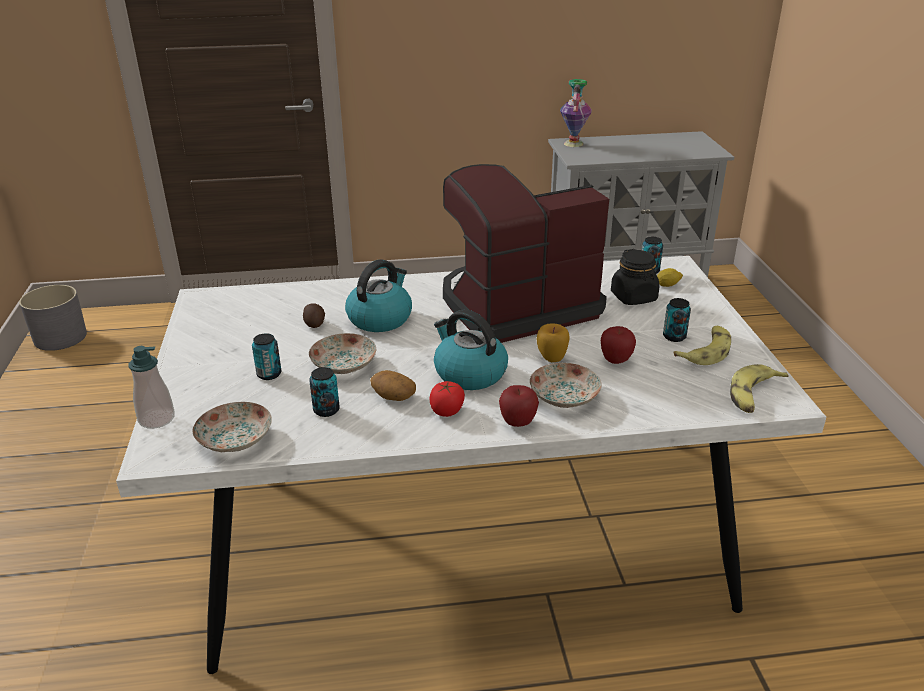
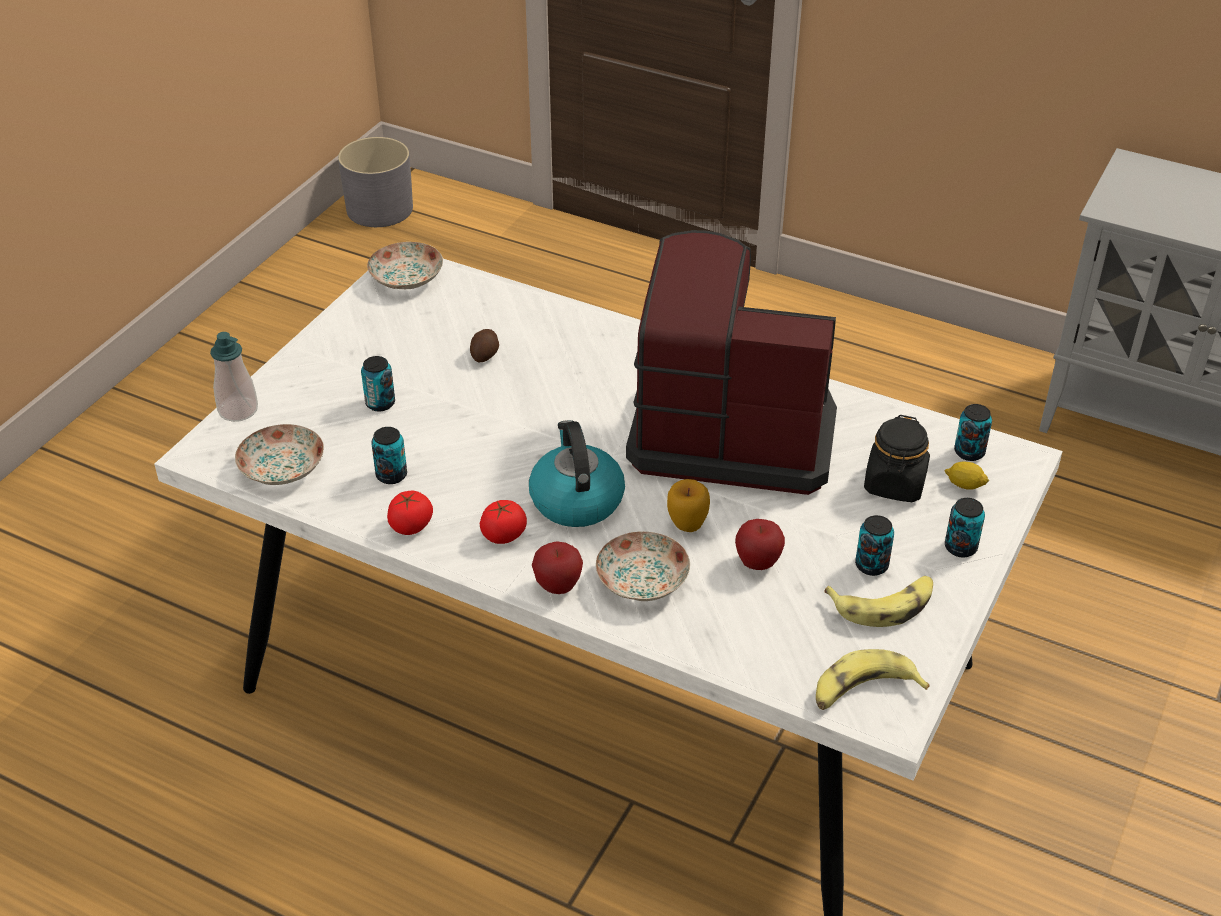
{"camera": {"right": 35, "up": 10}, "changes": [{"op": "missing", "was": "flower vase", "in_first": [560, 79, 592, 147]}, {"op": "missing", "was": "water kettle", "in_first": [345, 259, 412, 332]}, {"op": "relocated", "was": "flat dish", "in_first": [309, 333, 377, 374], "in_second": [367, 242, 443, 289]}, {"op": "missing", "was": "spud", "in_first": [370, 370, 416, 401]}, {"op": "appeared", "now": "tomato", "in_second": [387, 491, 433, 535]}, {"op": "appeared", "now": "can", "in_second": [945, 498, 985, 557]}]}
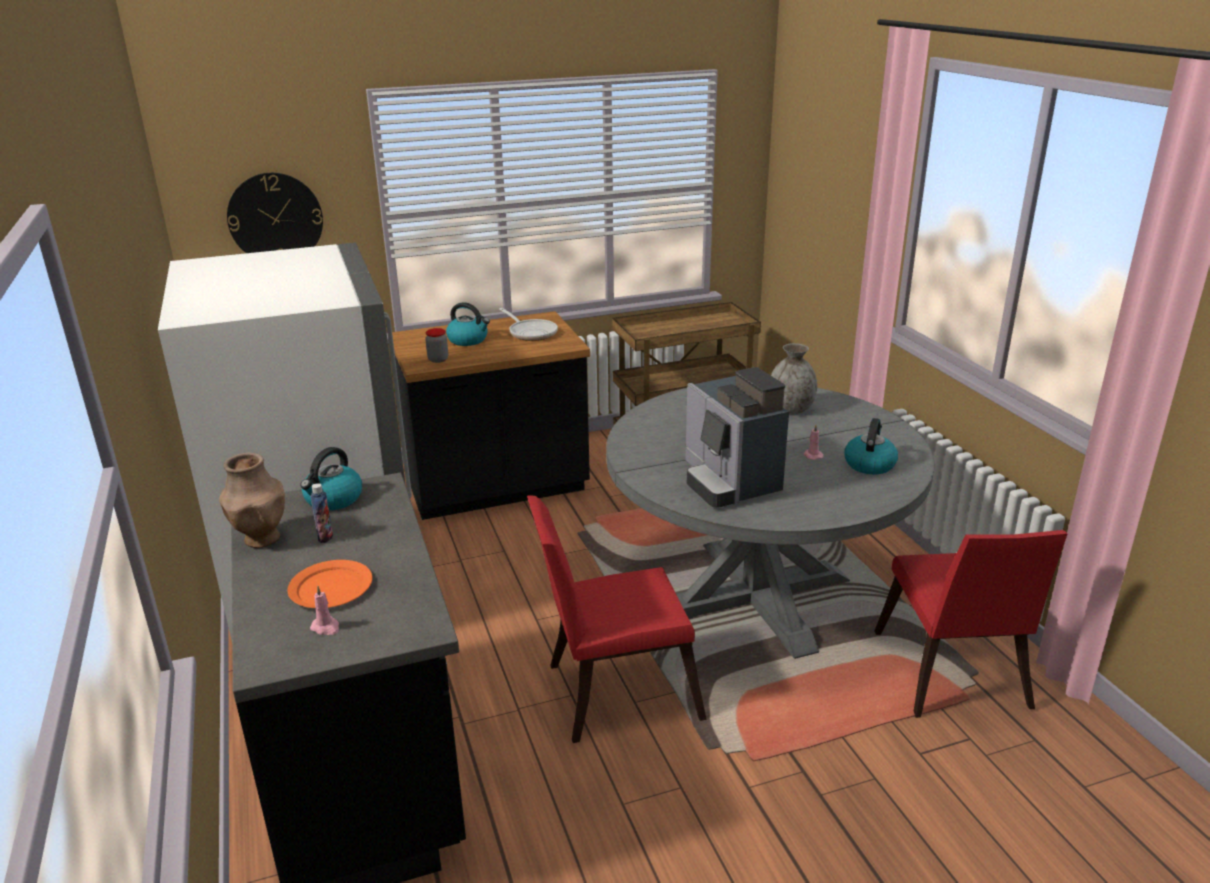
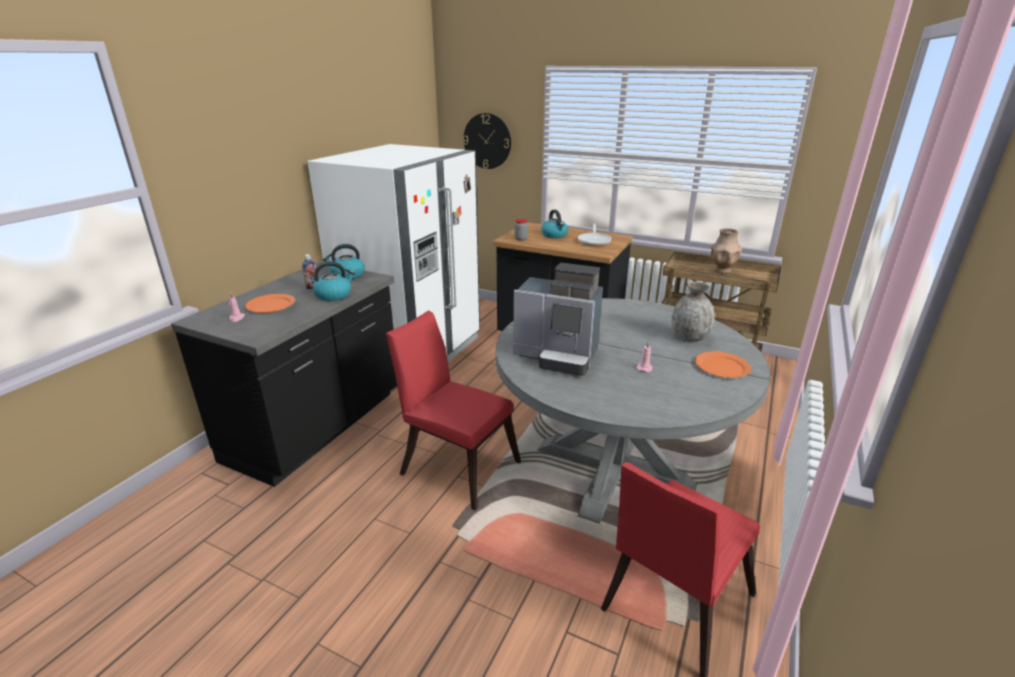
{"camera": {"right": 45, "up": 0}, "changes": [{"op": "spun", "was": "coffee machine", "in_first": [685, 367, 789, 508], "in_second": [513, 263, 603, 376], "clockwise": -90}, {"op": "relocated", "was": "water kettle", "in_first": [844, 418, 898, 474], "in_second": [313, 261, 355, 301]}, {"op": "relocated", "was": "brownish flower vase", "in_first": [219, 452, 285, 548], "in_second": [711, 228, 742, 274]}, {"op": "appeared", "now": "orange-coloured flat dish", "in_second": [695, 351, 751, 378]}]}
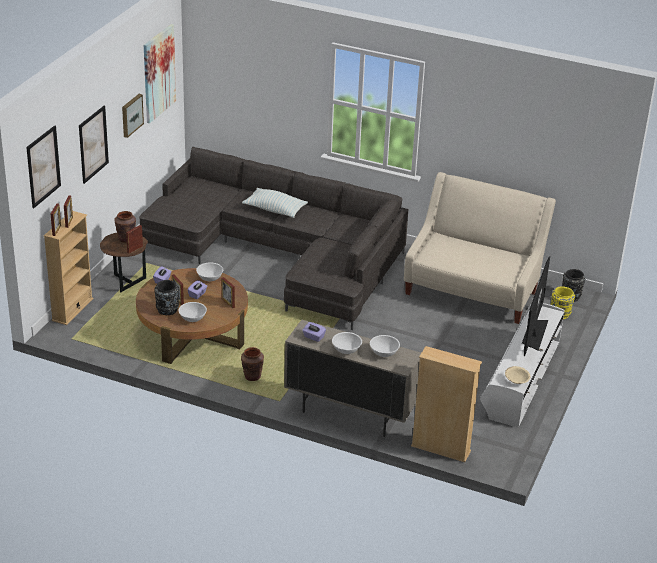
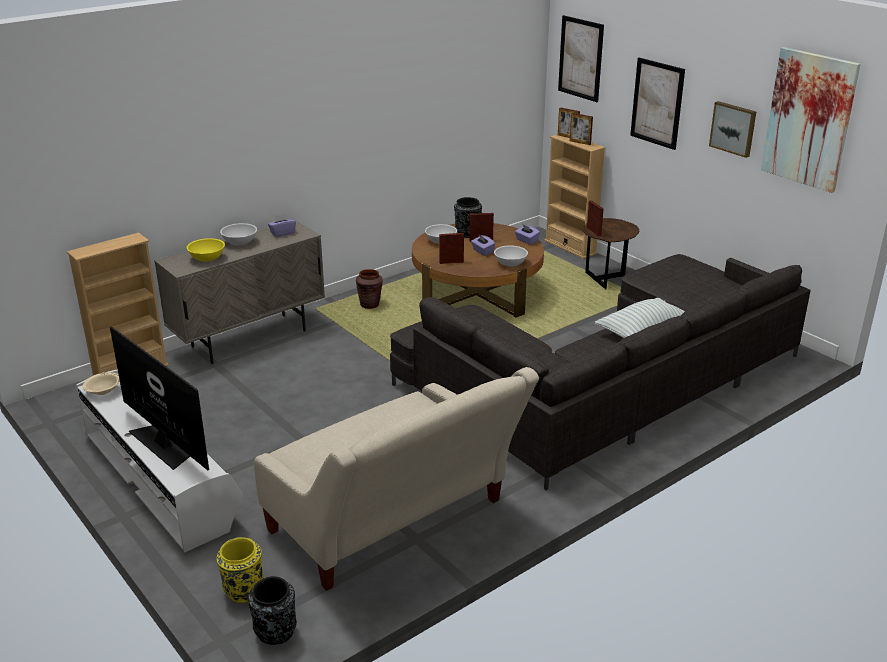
{"camera": {"right": 120, "up": -5}, "changes": [{"op": "missing", "was": "brownish flower vase", "in_first": [114, 211, 136, 243]}, {"op": "colour", "was": "whitish deep dish", "now": "yellow-coloured deep dish", "in_first": [370, 335, 400, 357], "in_second": [187, 238, 225, 262]}]}
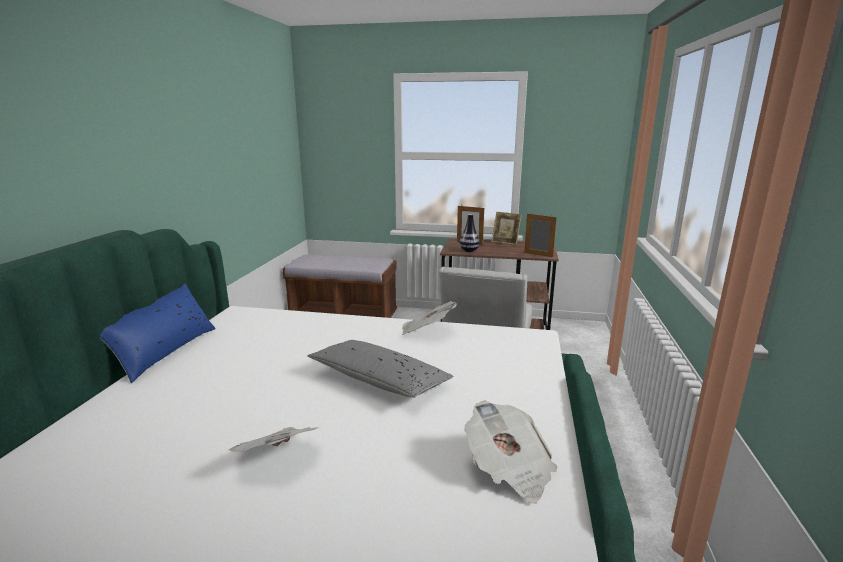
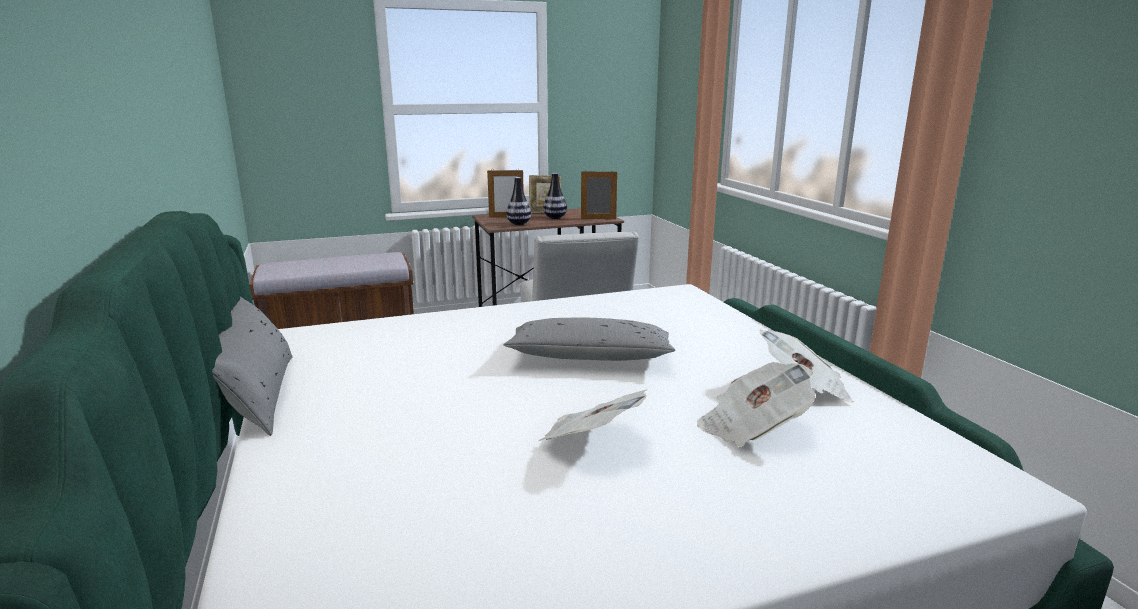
{"camera": {"right": -30, "up": 0}, "changes": [{"op": "colour", "was": "bluish cushion", "now": "grey cushion", "in_first": [99, 284, 216, 383], "in_second": [212, 296, 293, 436]}, {"op": "relocated", "was": "newspaper", "in_first": [402, 301, 457, 335], "in_second": [697, 362, 815, 447]}, {"op": "appeared", "now": "flower vase", "in_second": [543, 173, 567, 219]}]}
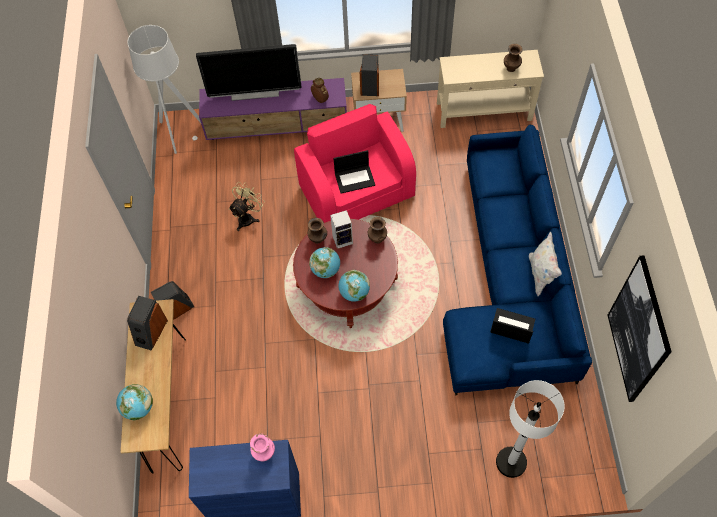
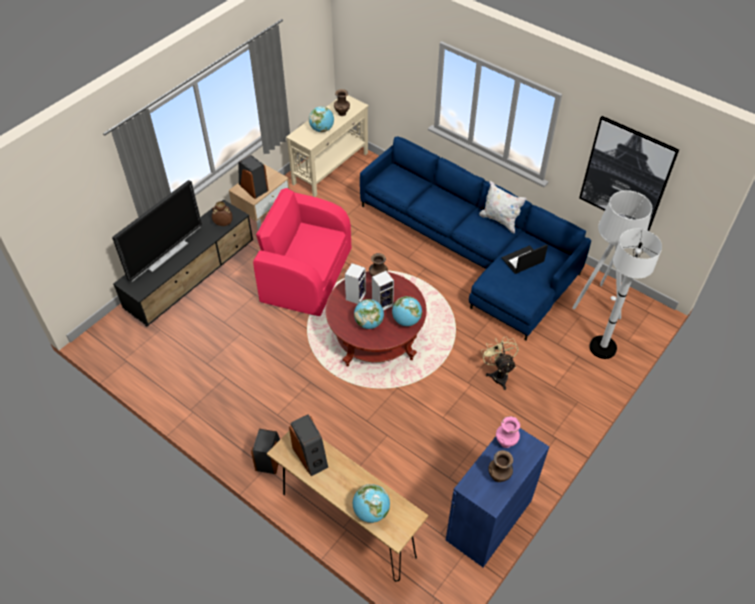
{"camera": {"right": -50, "up": -10}, "changes": [{"op": "relocated", "was": "grey floor lamp", "in_first": [127, 25, 201, 154], "in_second": [572, 190, 652, 320]}, {"op": "colour", "was": "purple media console", "now": "black media console", "in_first": [199, 78, 347, 140], "in_second": [113, 199, 253, 326]}, {"op": "missing", "was": "notebook computer", "in_first": [333, 150, 375, 194]}, {"op": "relocated", "was": "beige fan", "in_first": [229, 182, 265, 231], "in_second": [481, 336, 518, 390]}, {"op": "relocated", "was": "brownish flower vase", "in_first": [308, 218, 327, 244], "in_second": [488, 450, 513, 482]}, {"op": "appeared", "now": "world globe", "in_second": [309, 106, 334, 132]}, {"op": "appeared", "now": "loudspeaker", "in_second": [372, 271, 394, 311]}]}
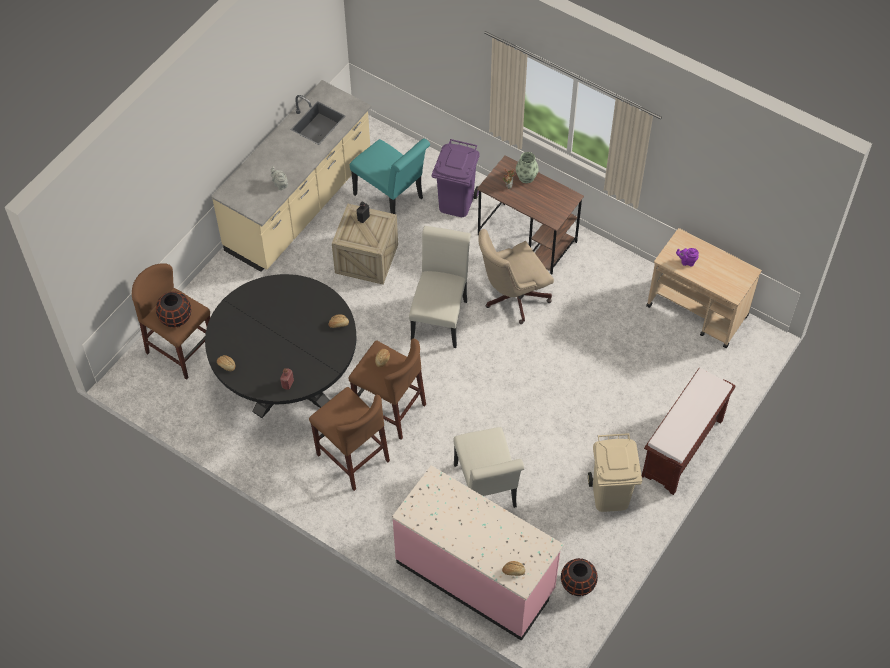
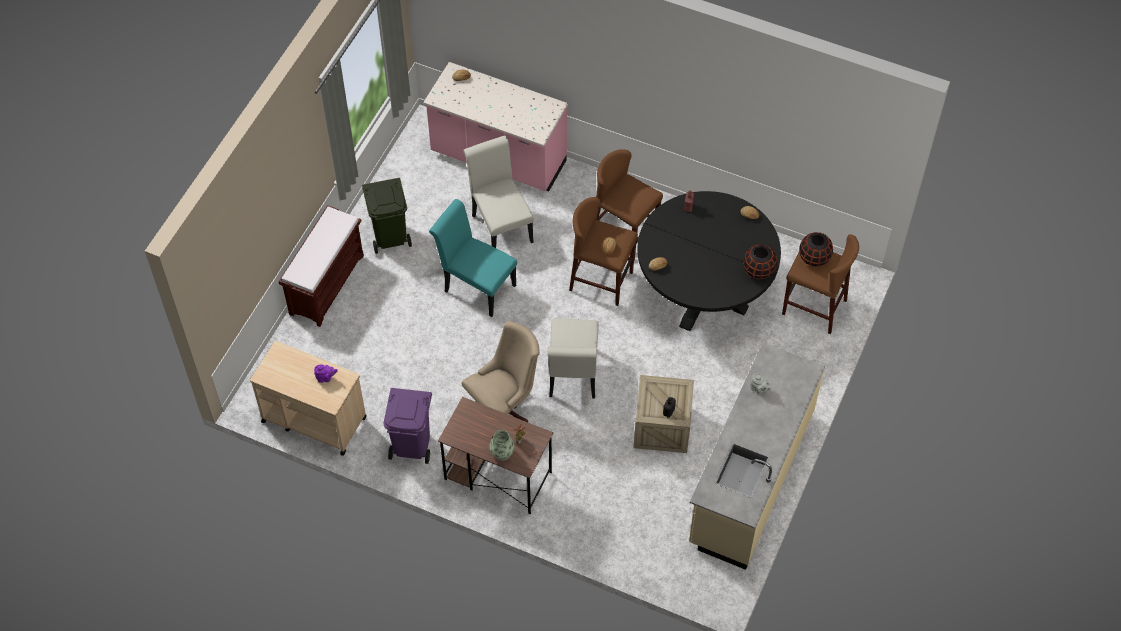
{"camera": {"right": 170, "up": 0}, "changes": [{"op": "relocated", "was": "blue-green upright chair", "in_first": [350, 139, 430, 214], "in_second": [429, 199, 517, 317]}, {"op": "relocated", "was": "purple waste bin", "in_first": [432, 139, 480, 217], "in_second": [383, 388, 432, 464]}, {"op": "colour", "was": "beige waste bin", "now": "greenish waste bin", "in_first": [588, 433, 642, 512], "in_second": [362, 178, 412, 254]}, {"op": "relocated", "was": "black flower vase", "in_first": [561, 558, 598, 596], "in_second": [743, 244, 777, 279]}]}
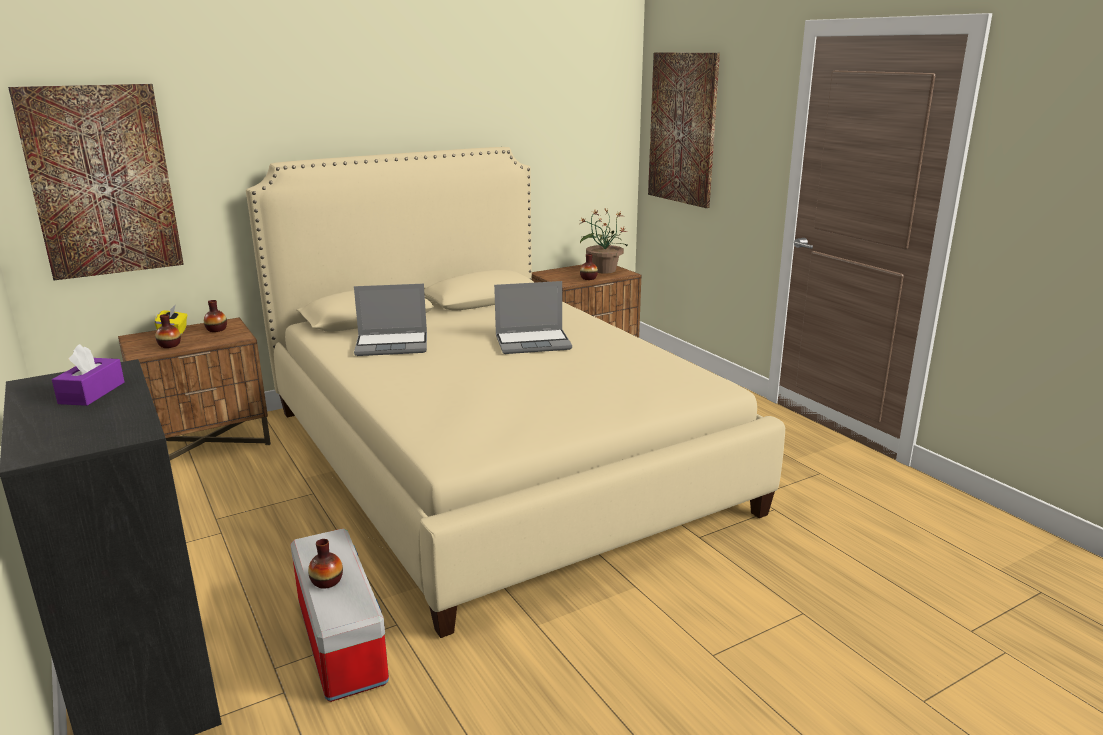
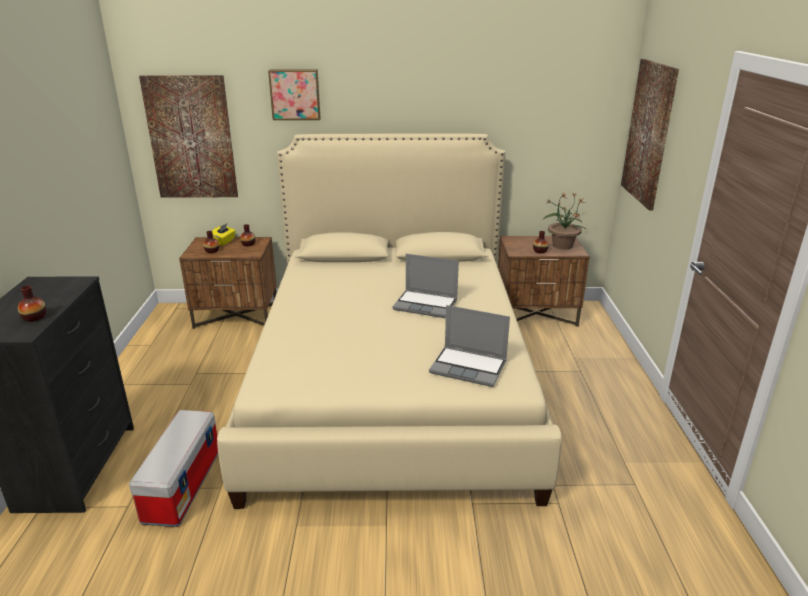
{"camera": {"right": 30, "up": 5}, "changes": [{"op": "relocated", "was": "notebook computer", "in_first": [354, 284, 427, 356], "in_second": [429, 305, 510, 387]}, {"op": "missing", "was": "purple tissue box", "in_first": [52, 344, 124, 406]}, {"op": "relocated", "was": "flower vase", "in_first": [308, 539, 343, 589], "in_second": [18, 285, 46, 322]}, {"op": "appeared", "now": "wall picture", "in_second": [268, 69, 321, 120]}]}
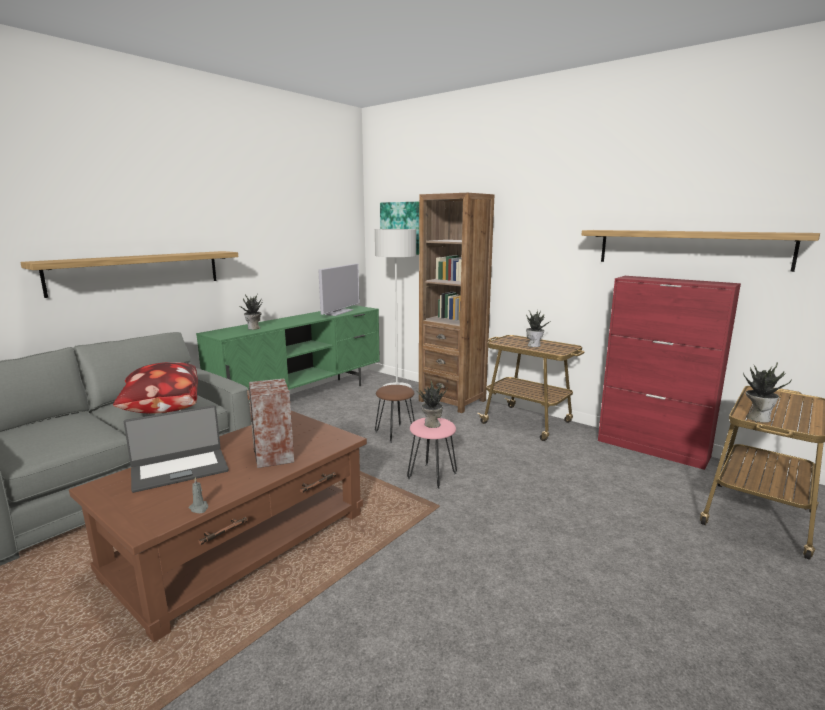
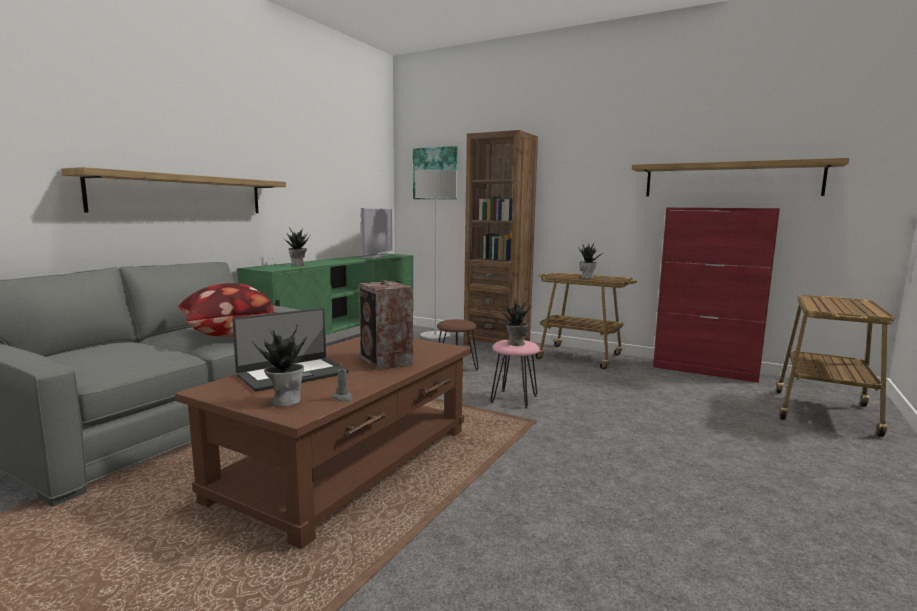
{"camera": {"right": -10, "up": -5}, "changes": [{"op": "relocated", "was": "plant in a pot", "in_first": [743, 362, 792, 423], "in_second": [252, 325, 307, 407]}]}
